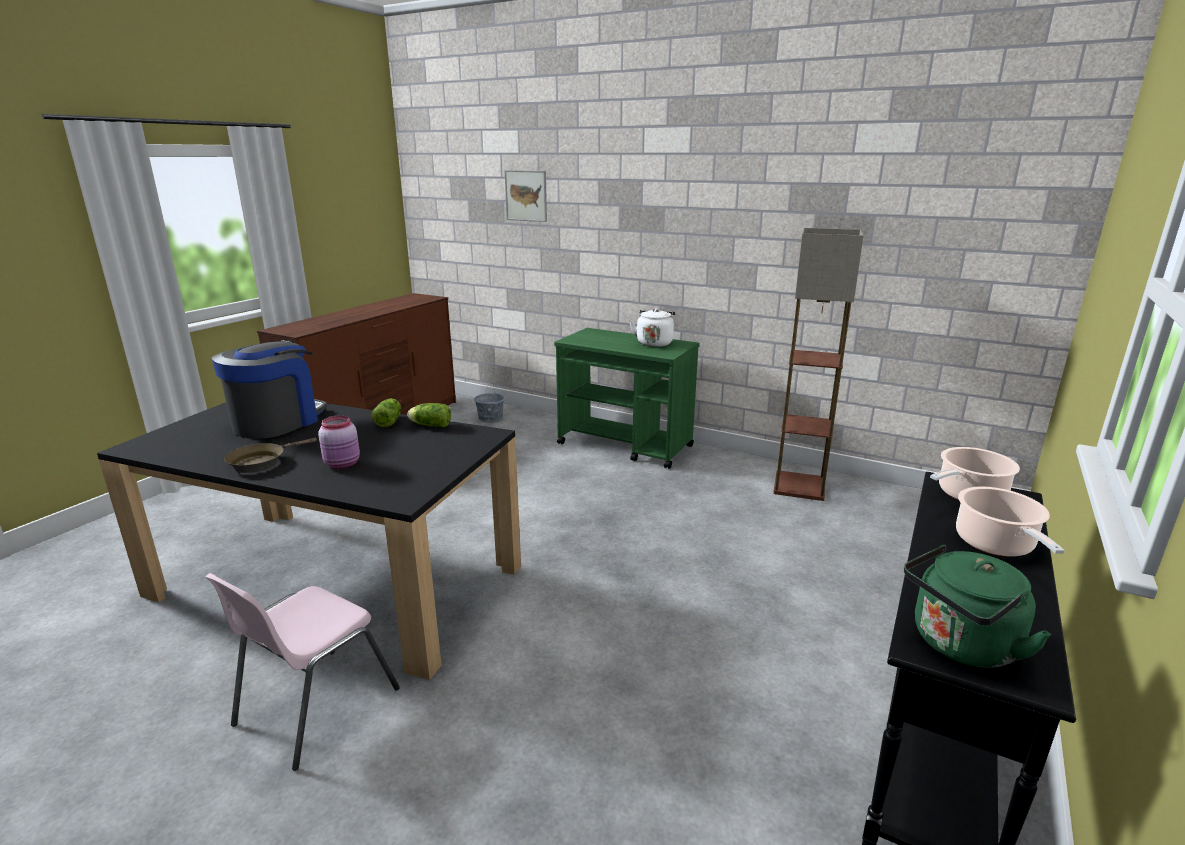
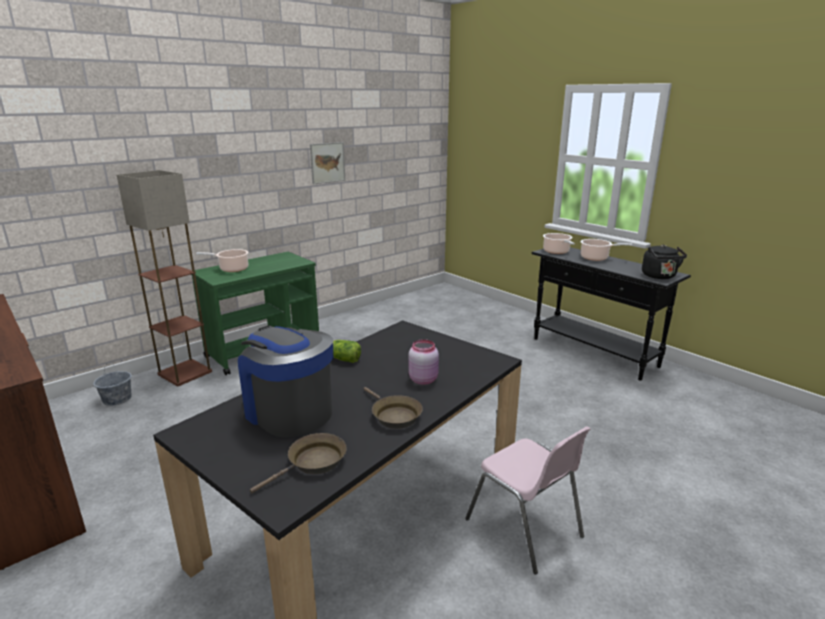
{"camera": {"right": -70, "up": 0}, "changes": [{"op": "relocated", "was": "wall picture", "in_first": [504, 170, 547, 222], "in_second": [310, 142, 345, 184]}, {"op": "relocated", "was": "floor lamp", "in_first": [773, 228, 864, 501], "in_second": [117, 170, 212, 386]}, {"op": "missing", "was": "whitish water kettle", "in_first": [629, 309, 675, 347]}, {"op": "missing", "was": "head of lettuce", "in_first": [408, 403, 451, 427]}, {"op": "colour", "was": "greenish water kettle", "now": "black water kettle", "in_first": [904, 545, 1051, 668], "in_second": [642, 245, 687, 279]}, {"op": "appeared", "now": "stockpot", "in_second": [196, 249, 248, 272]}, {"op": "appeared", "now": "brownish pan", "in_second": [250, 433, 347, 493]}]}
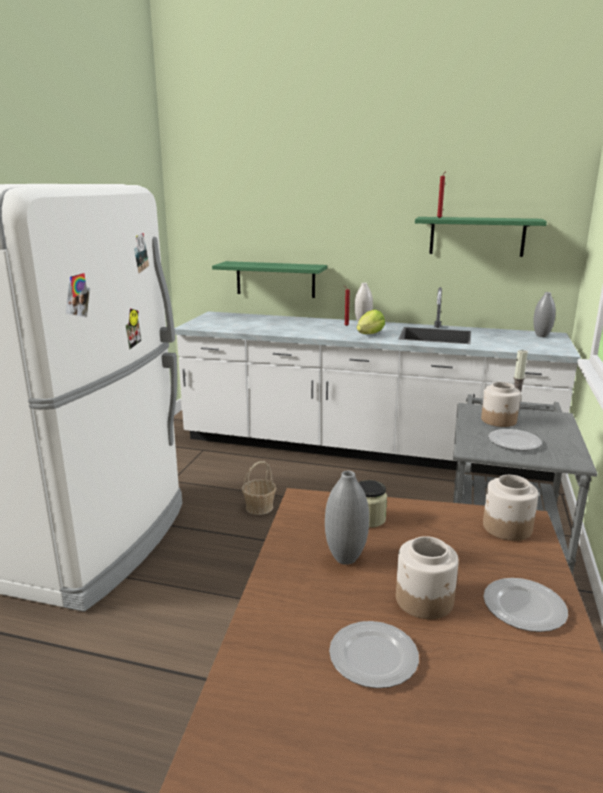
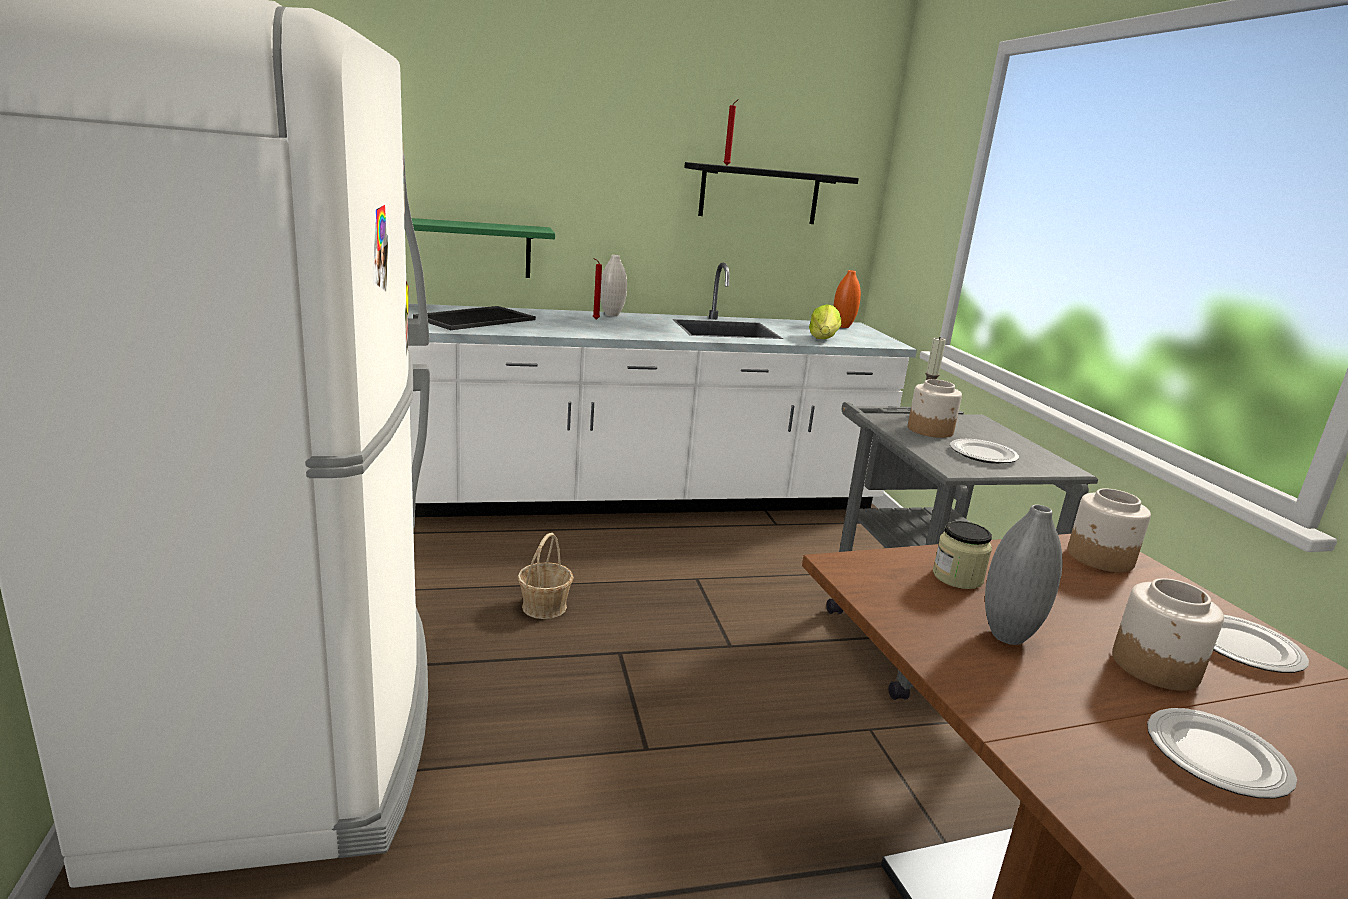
{"camera": {"right": -30, "up": 0}, "changes": [{"op": "colour", "was": "greenish shelf", "now": "black shelf", "in_first": [415, 217, 547, 257], "in_second": [684, 162, 859, 224]}, {"op": "colour", "was": "grey flower vase", "now": "orange-coloured flower vase", "in_first": [533, 292, 556, 337], "in_second": [834, 270, 861, 328]}, {"op": "relocated", "was": "head of lettuce", "in_first": [357, 310, 385, 334], "in_second": [809, 304, 841, 339]}, {"op": "appeared", "now": "carrying tray", "in_second": [413, 306, 536, 330]}]}
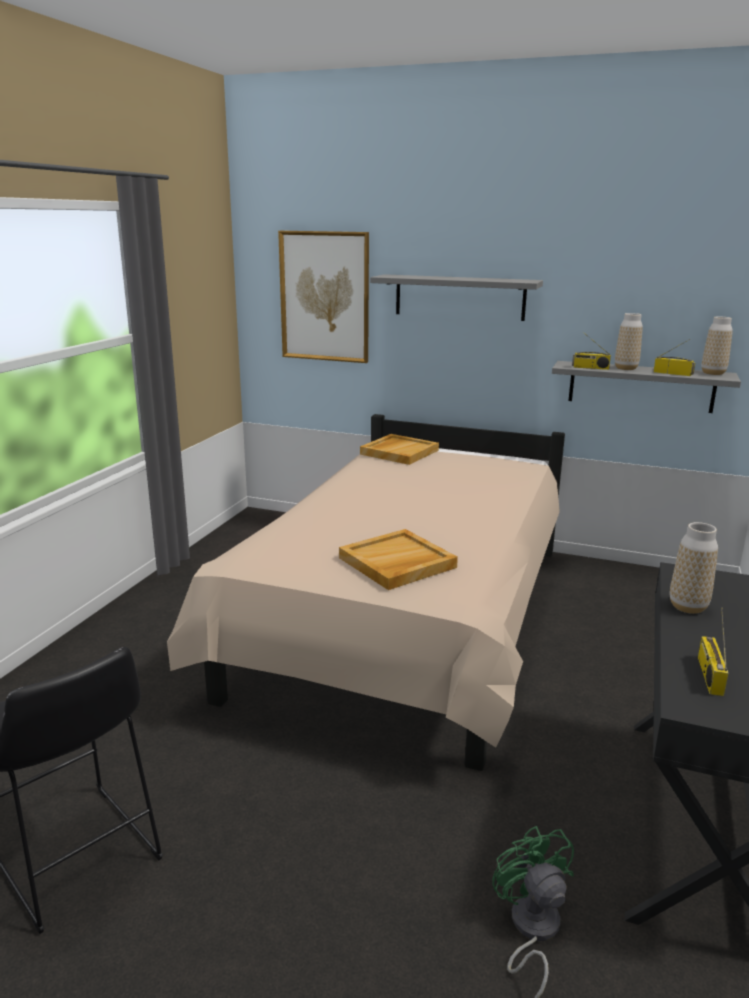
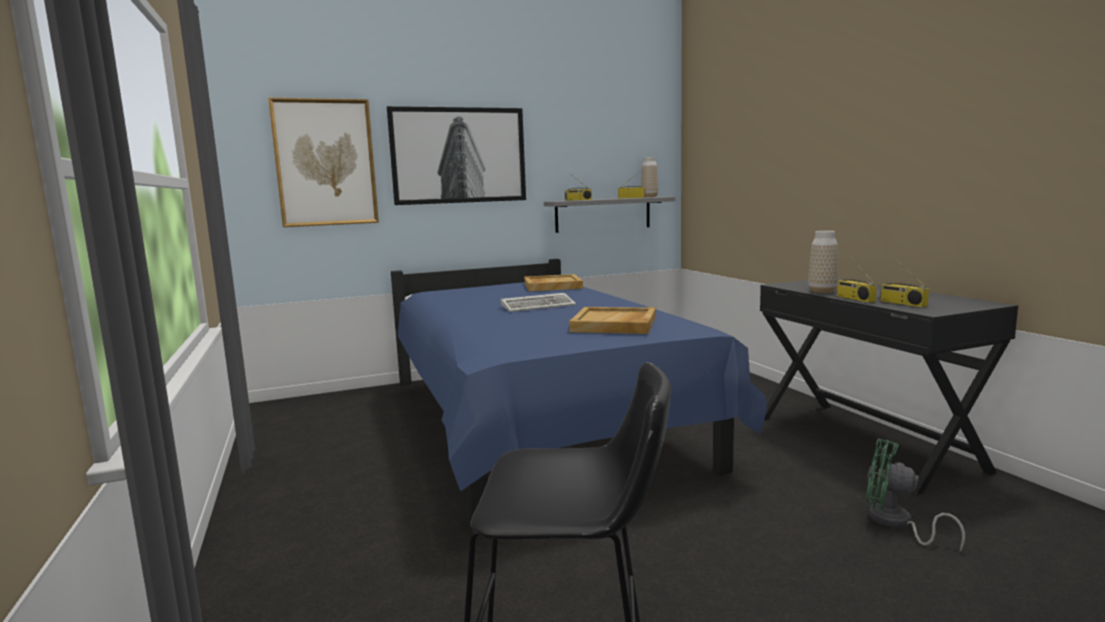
{"camera": {"right": -40, "up": -10}, "changes": [{"op": "exchanged", "was": "grey shelf", "now": "wall picture", "in_first": [370, 274, 543, 321], "in_second": [387, 106, 526, 205]}, {"op": "missing", "was": "flower vase", "in_first": [615, 313, 643, 370]}, {"op": "colour", "was": "beige bedroom bed", "now": "bluish bedroom bed", "in_first": [167, 414, 565, 771], "in_second": [391, 259, 767, 525]}, {"op": "relocated", "was": "beige carrying tray", "in_first": [360, 434, 439, 465], "in_second": [524, 274, 583, 291]}, {"op": "appeared", "now": "radio receiver", "in_second": [837, 259, 877, 303]}, {"op": "appeared", "now": "keyboard", "in_second": [501, 293, 576, 312]}]}
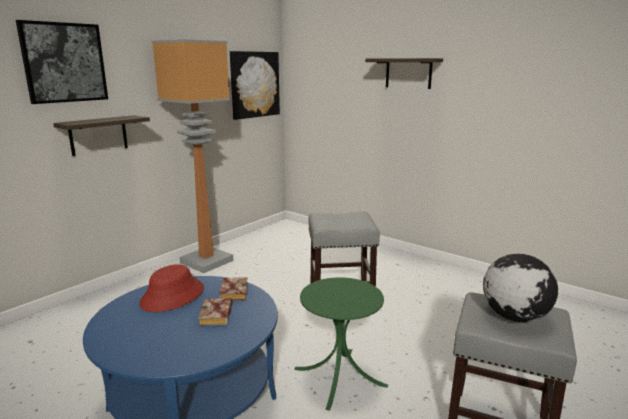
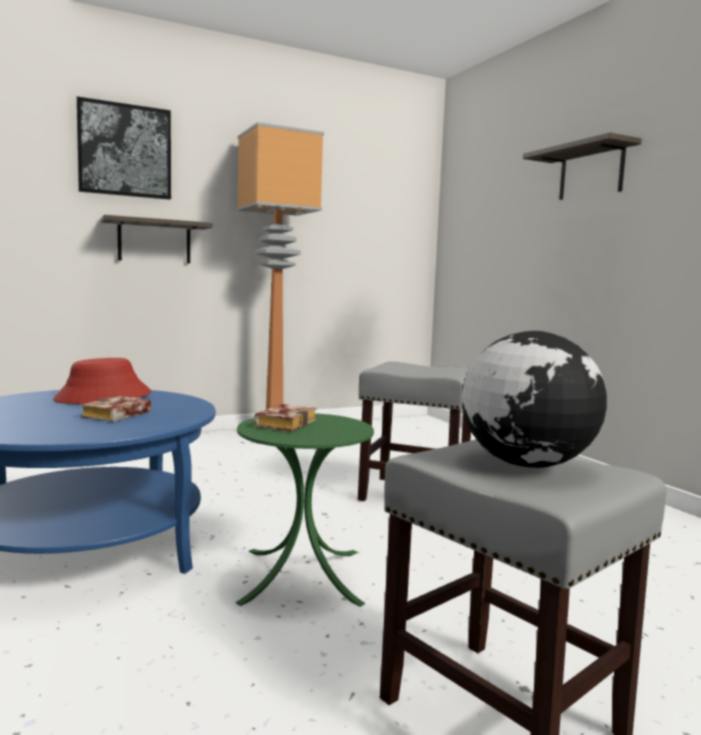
{"camera": {"right": 25, "up": -10}, "changes": [{"op": "missing", "was": "wall picture", "in_first": [230, 51, 280, 120]}, {"op": "relocated", "was": "volume", "in_first": [219, 277, 248, 301], "in_second": [254, 404, 317, 431]}]}
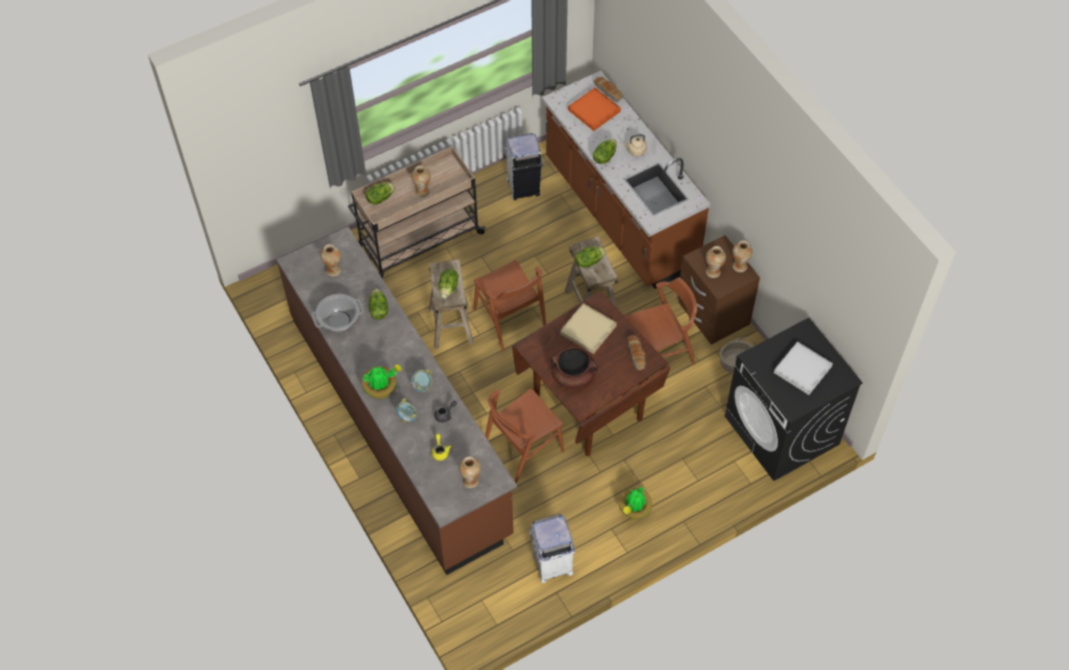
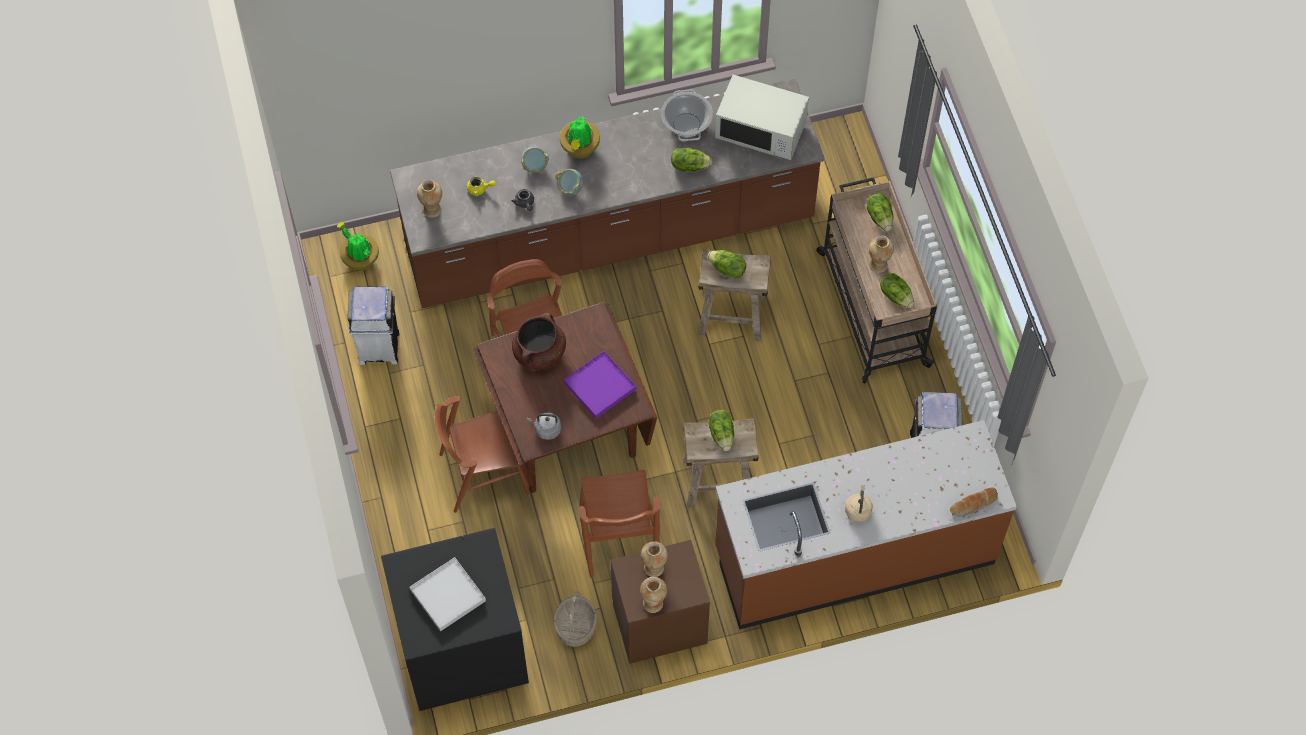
{"camera": {"right": 105, "up": 5}, "changes": [{"op": "missing", "was": "orange-coloured carrying tray", "in_first": [568, 88, 621, 131]}, {"op": "relocated", "was": "head of lettuce", "in_first": [593, 139, 617, 164], "in_second": [880, 273, 914, 308]}, {"op": "exchanged", "was": "flower vase", "now": "whitish kitchen microwave", "in_first": [320, 244, 341, 276], "in_second": [715, 75, 809, 160]}, {"op": "relocated", "was": "brownish upright chair", "in_first": [474, 260, 546, 352], "in_second": [435, 396, 530, 513]}, {"op": "colour", "was": "beige carrying tray", "now": "purple carrying tray", "in_first": [560, 303, 617, 354], "in_second": [563, 351, 636, 419]}, {"op": "exchanged", "was": "bread", "now": "grey water kettle", "in_first": [627, 335, 646, 371], "in_second": [527, 412, 561, 440]}, {"op": "relocated", "was": "plant in a pot", "in_first": [619, 486, 652, 520], "in_second": [337, 222, 379, 271]}]}
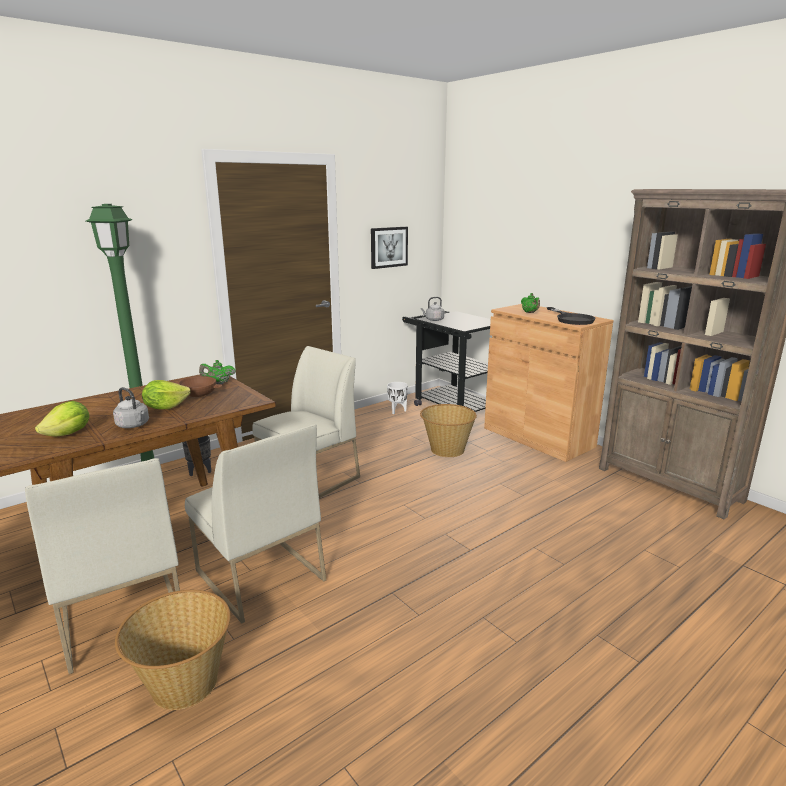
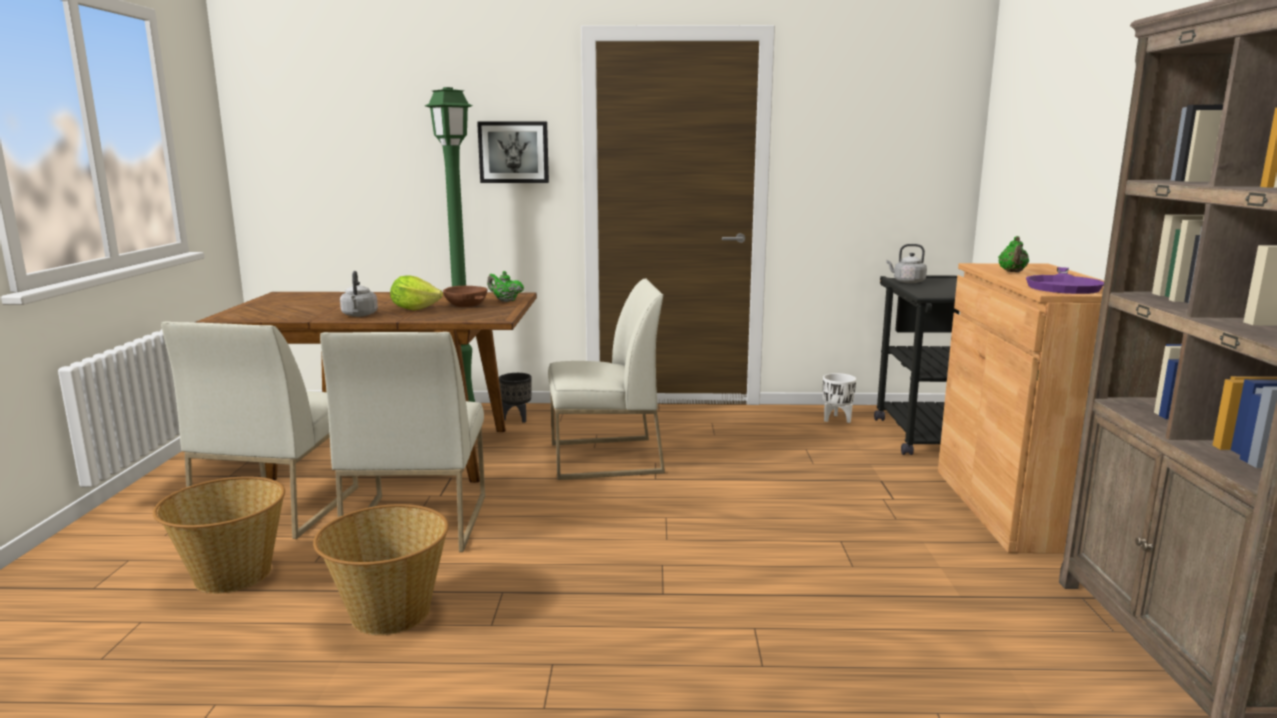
{"camera": {"right": 40, "up": -5}, "changes": [{"op": "relocated", "was": "wall picture", "in_first": [371, 227, 408, 269], "in_second": [477, 122, 549, 183]}, {"op": "colour", "was": "black pan", "now": "purple pan", "in_first": [547, 307, 596, 325], "in_second": [1026, 267, 1104, 294]}, {"op": "missing", "was": "head of lettuce", "in_first": [35, 401, 89, 437]}, {"op": "relocated", "was": "household basket", "in_first": [420, 404, 477, 457], "in_second": [313, 504, 449, 635]}]}
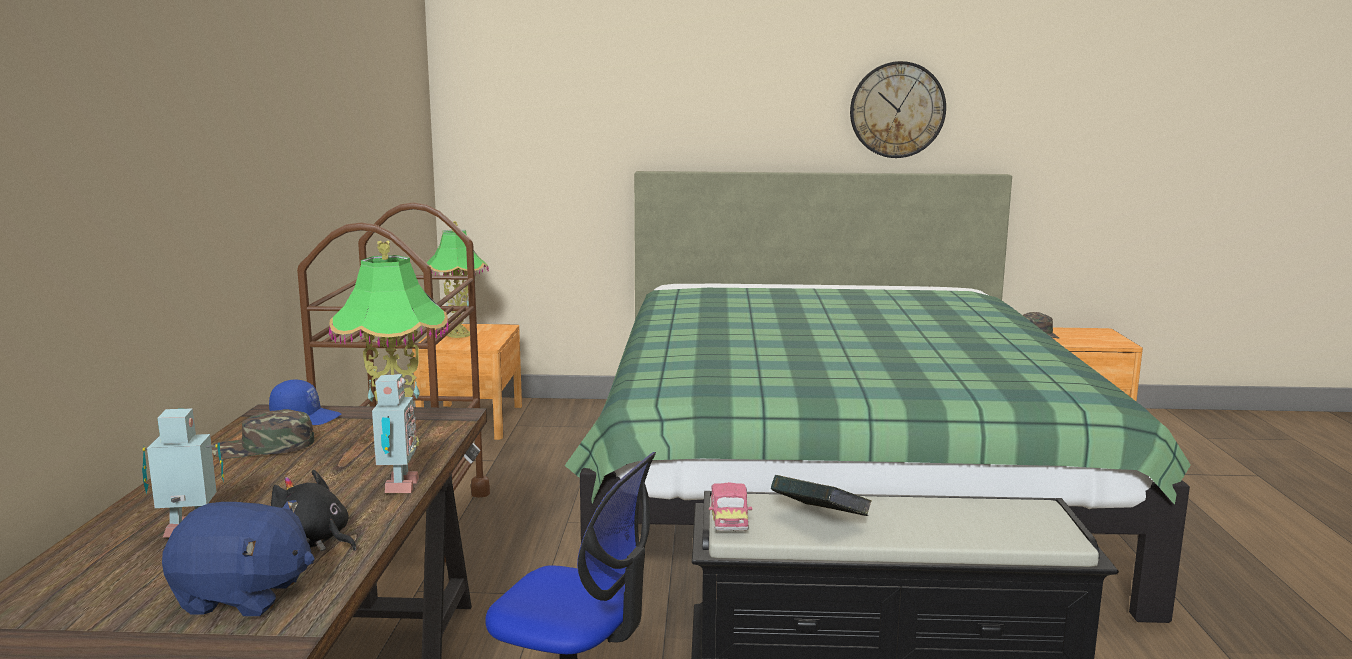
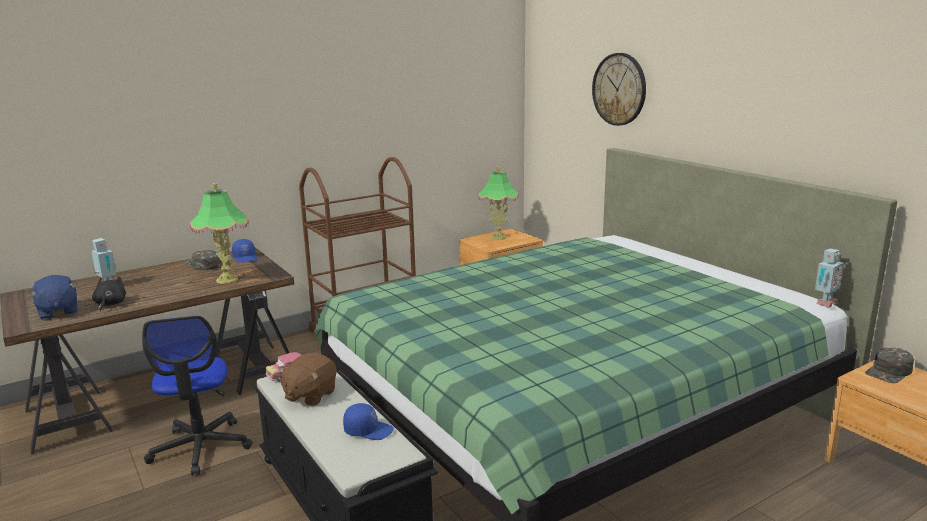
{"camera": {"right": 55, "up": 5}, "changes": [{"op": "relocated", "was": "hanging clock", "in_first": [850, 61, 946, 158], "in_second": [592, 53, 646, 126]}, {"op": "relocated", "was": "model robot", "in_first": [372, 374, 419, 493], "in_second": [815, 249, 844, 308]}, {"op": "exchanged", "was": "volume", "now": "brownish soft toy", "in_first": [771, 475, 872, 516], "in_second": [278, 353, 337, 406]}, {"op": "appeared", "now": "bluish baseball cap", "in_second": [343, 403, 394, 440]}]}
